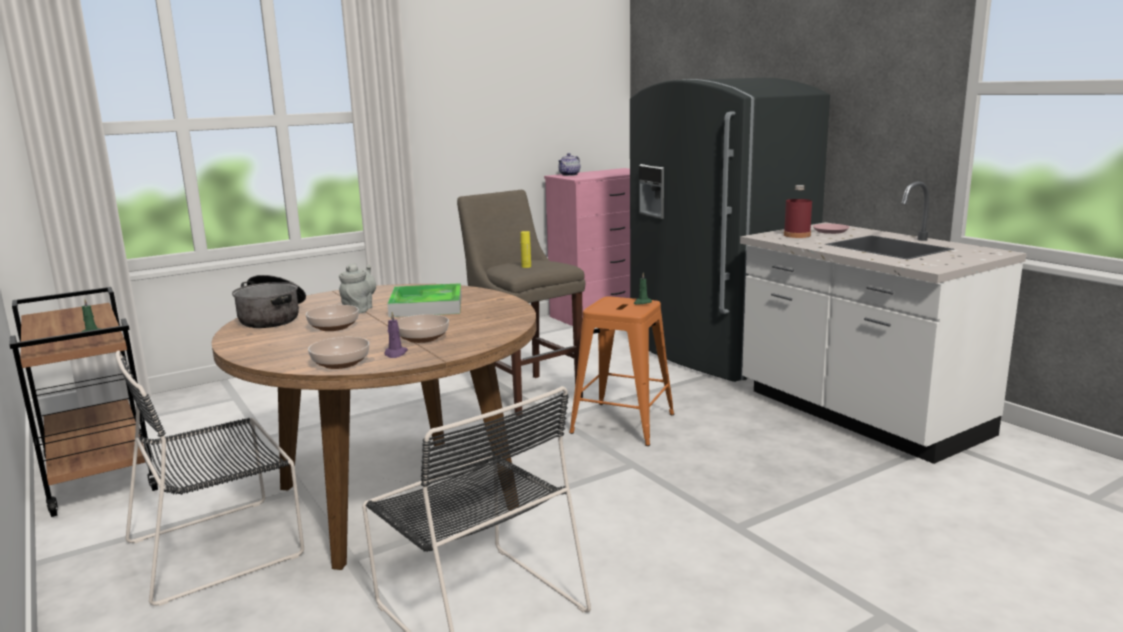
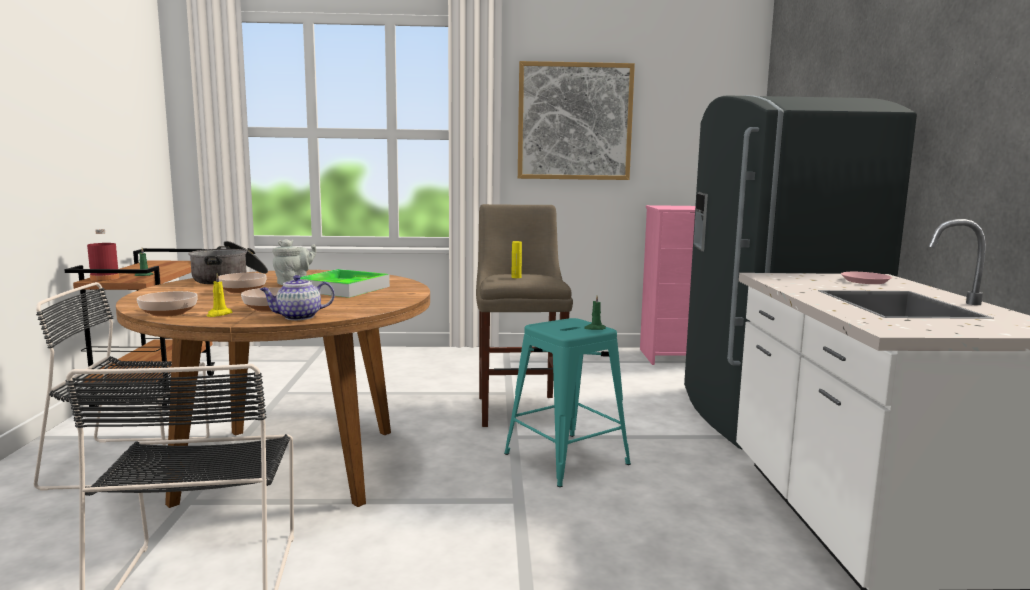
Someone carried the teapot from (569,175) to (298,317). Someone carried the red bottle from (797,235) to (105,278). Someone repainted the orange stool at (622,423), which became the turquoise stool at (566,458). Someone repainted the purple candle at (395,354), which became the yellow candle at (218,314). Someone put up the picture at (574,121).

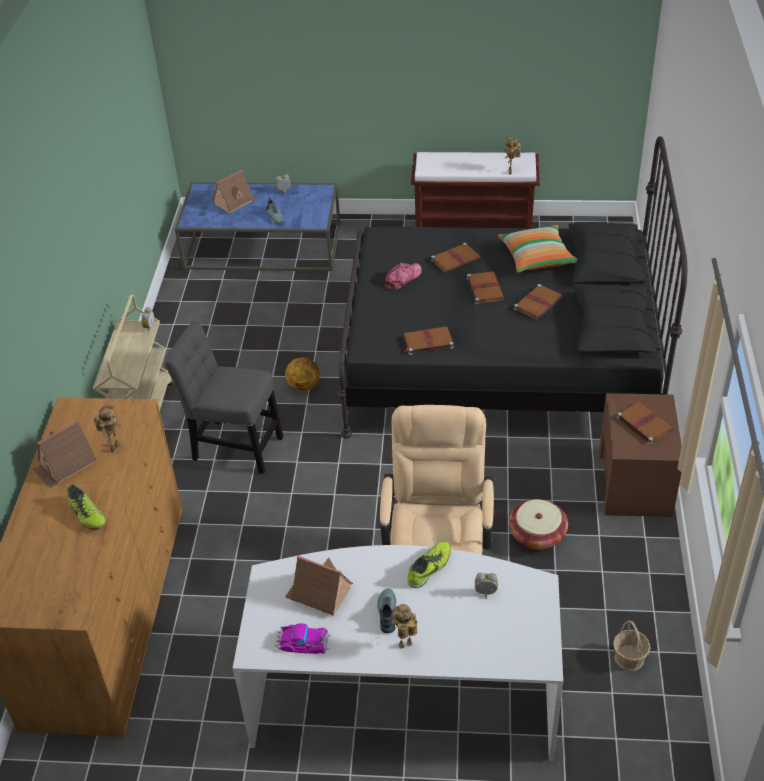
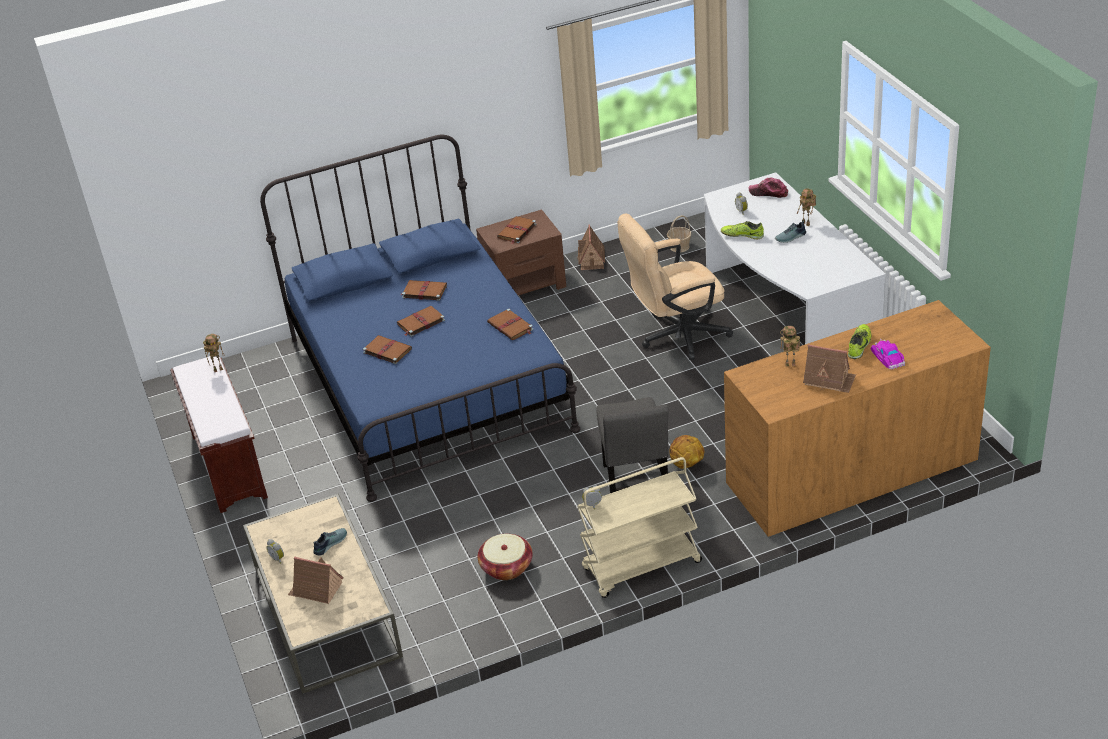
Someone repainted the black bed at (500,362), which became the blue bed at (428,383). Someone repainted the blue coffee table at (263,246), which became the beige coffee table at (325,611). Someone took away the pillow at (537,258). Someone carried the cap from (402,278) to (768,192). Someone carried the basketball from (304,386) to (686,464). Someone carried the basket from (537,535) to (506,567). Someone carried the toy house from (319,593) to (591,259). Someone carried the toy car from (303,641) to (888,357).

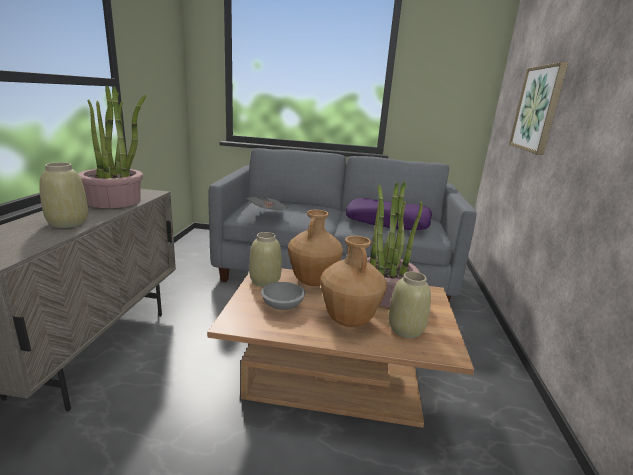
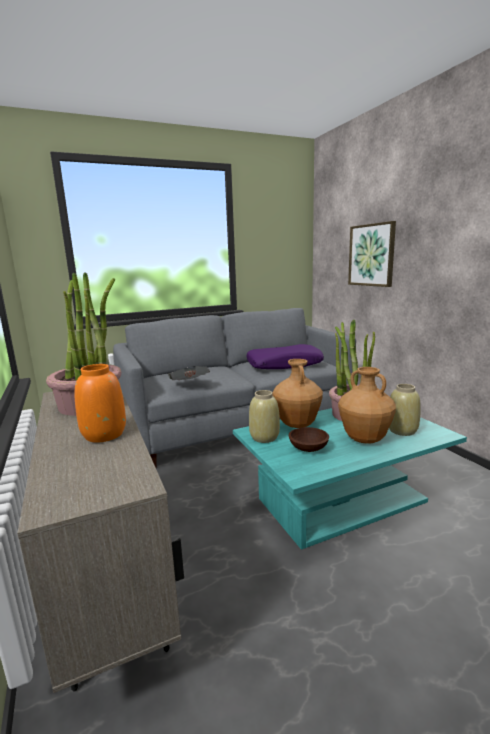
Someone repainted the beige vase at (68,223), which became the orange vase at (104,434). Someone repainted the brown coffee table at (334,378), which became the turquoise coffee table at (342,500). Someone repainted the grey bowl at (282,305), which became the brown bowl at (308,448).

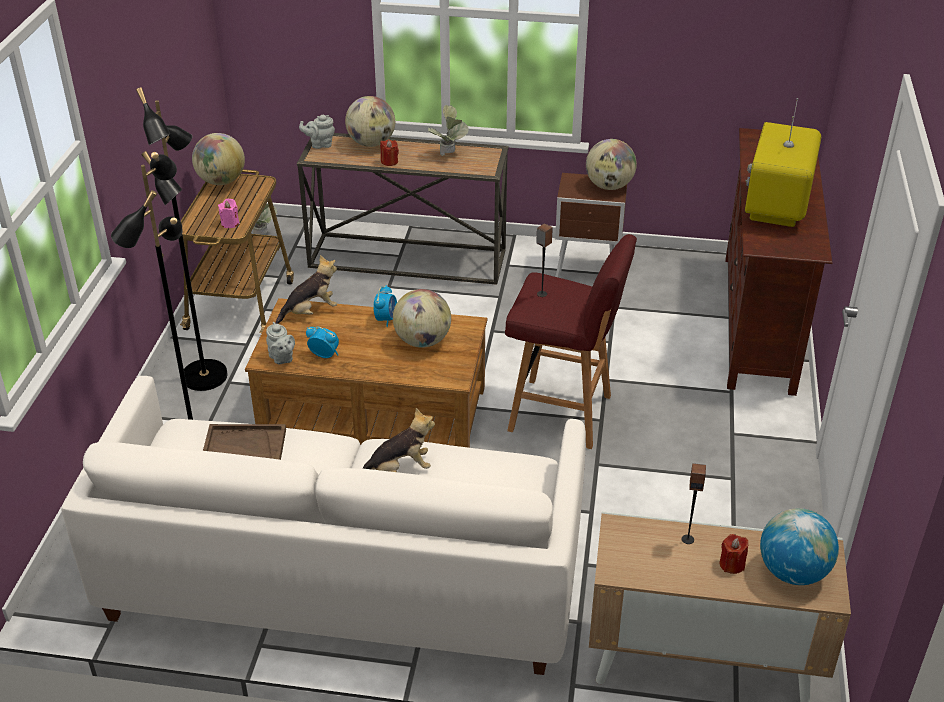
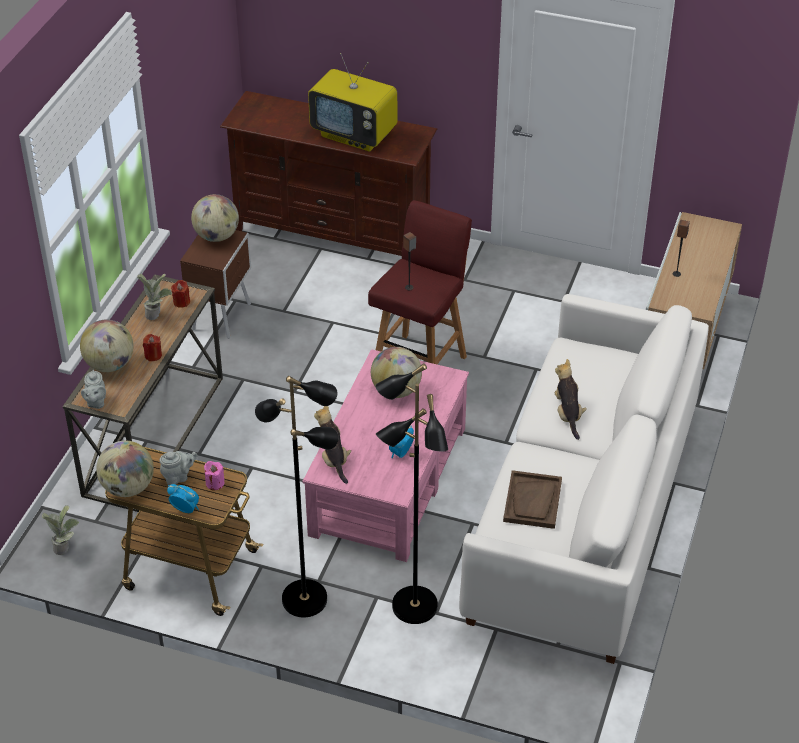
Someone carried the alarm clock from (386,319) to (185,509). Someone repainted the brown coffee table at (373,411), which became the pink coffee table at (387,481). Someone carried the grey teapot from (282,358) to (178,477). Someone took away the globe at (792,572). Someone carried the red candle from (732,564) to (181,302).

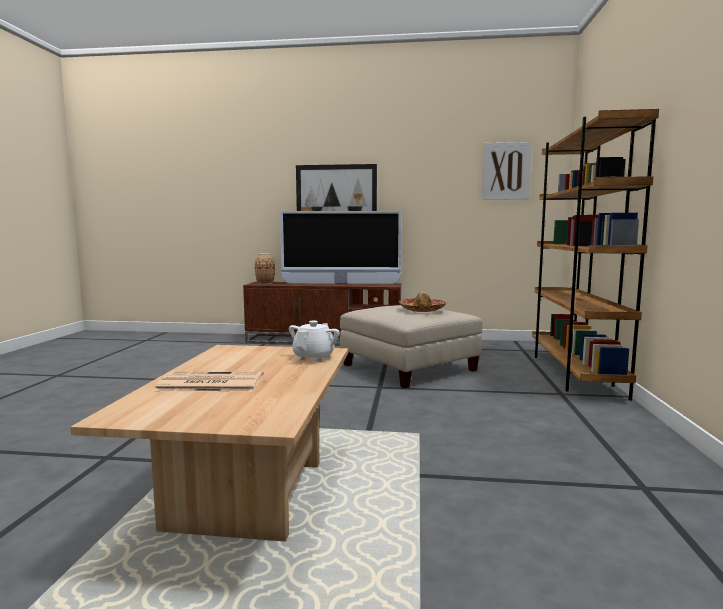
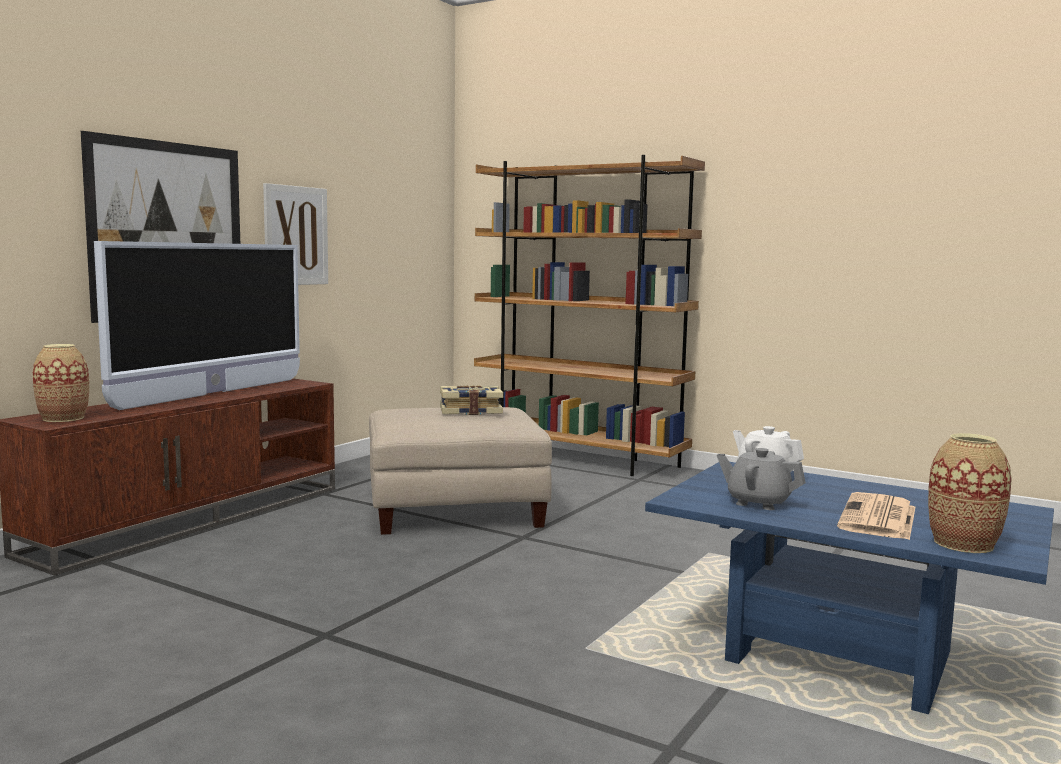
Someone carried the picture from (506,171) to (295,235). Someone swapped the hat at (422,310) for the book at (470,411). Someone repainted the beige coffee table at (248,494), which became the blue coffee table at (839,657). Someone put down the vase at (963,544). Someone put down the grey teapot at (758,502).

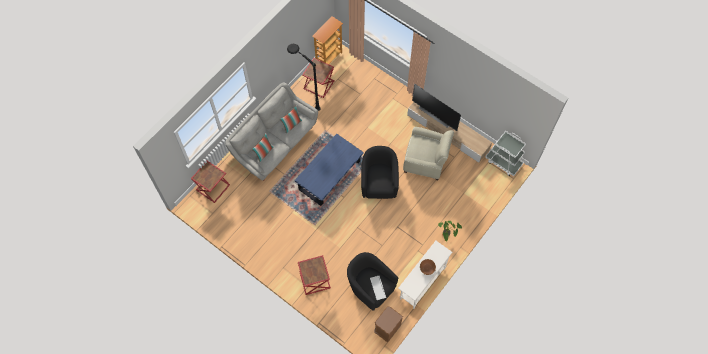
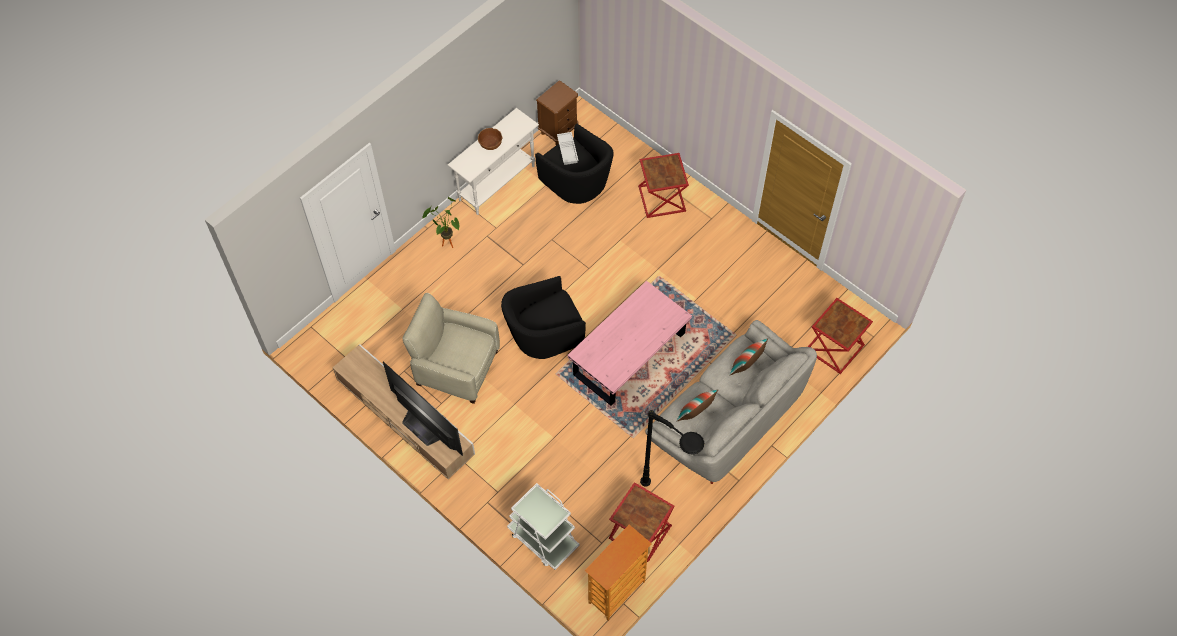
Someone carried the white cart from (503,162) to (543,539). Someone repainted the blue coffee table at (330,175), which became the pink coffee table at (629,354). Someone rotated the black armchair at (379,183) by 60 degrees clockwise.

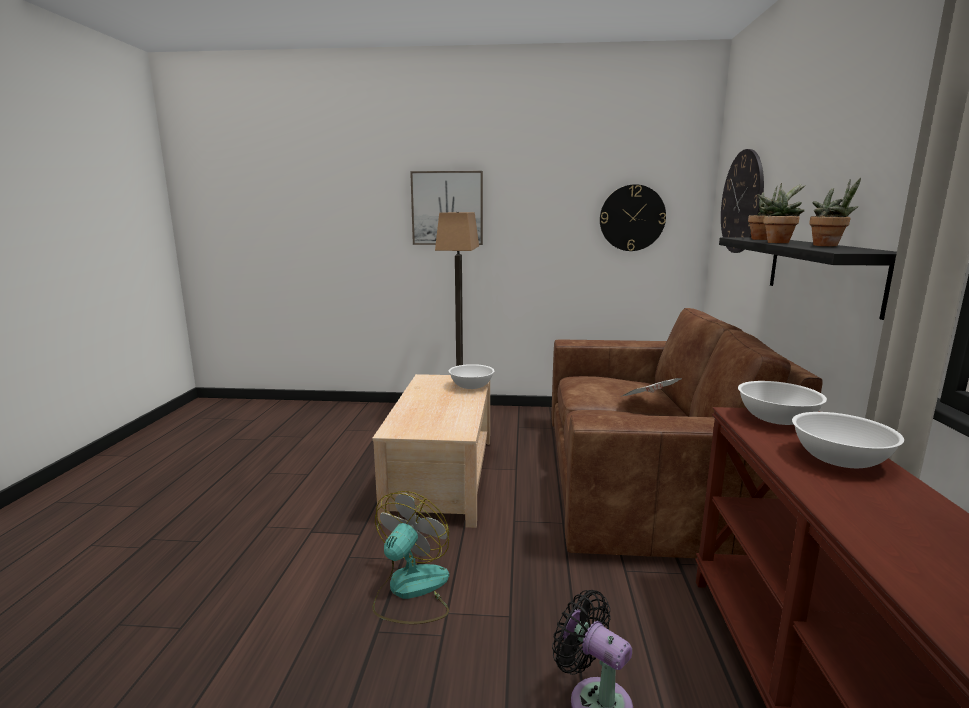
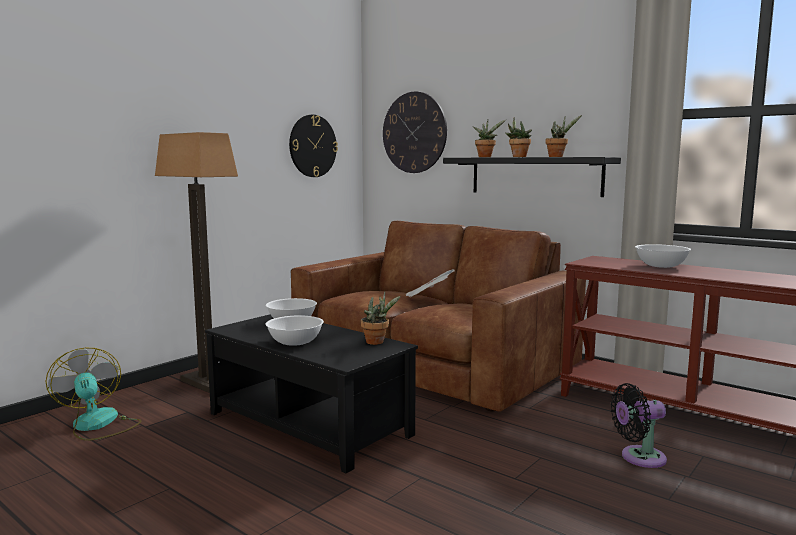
Someone took away the picture at (447,208). Someone repainted the beige coffee table at (443,477), which became the black coffee table at (310,423). Someone carried the white bowl from (776,419) to (295,342). Someone carried the fan from (410,591) to (98,425). Someone put down the potted plant at (377,342).

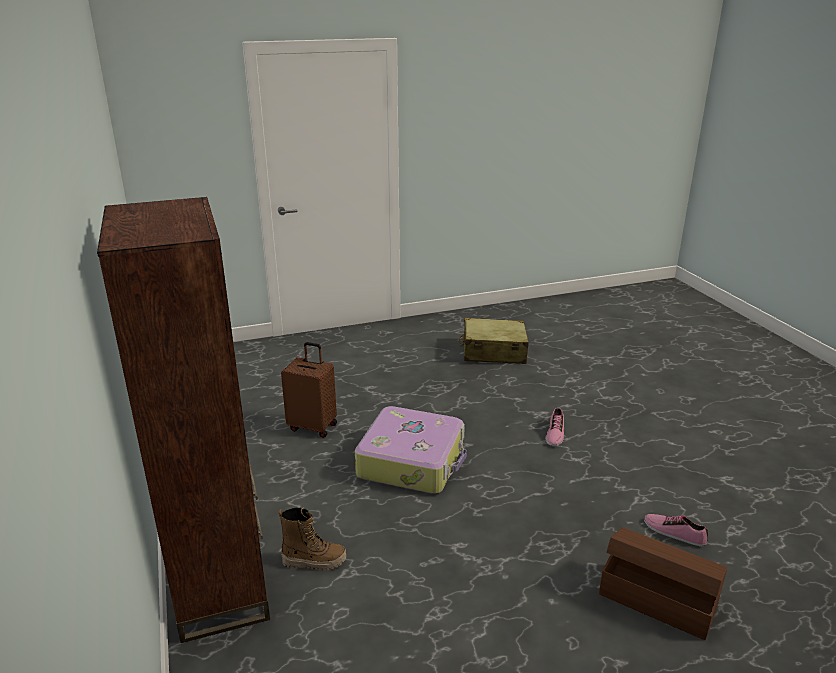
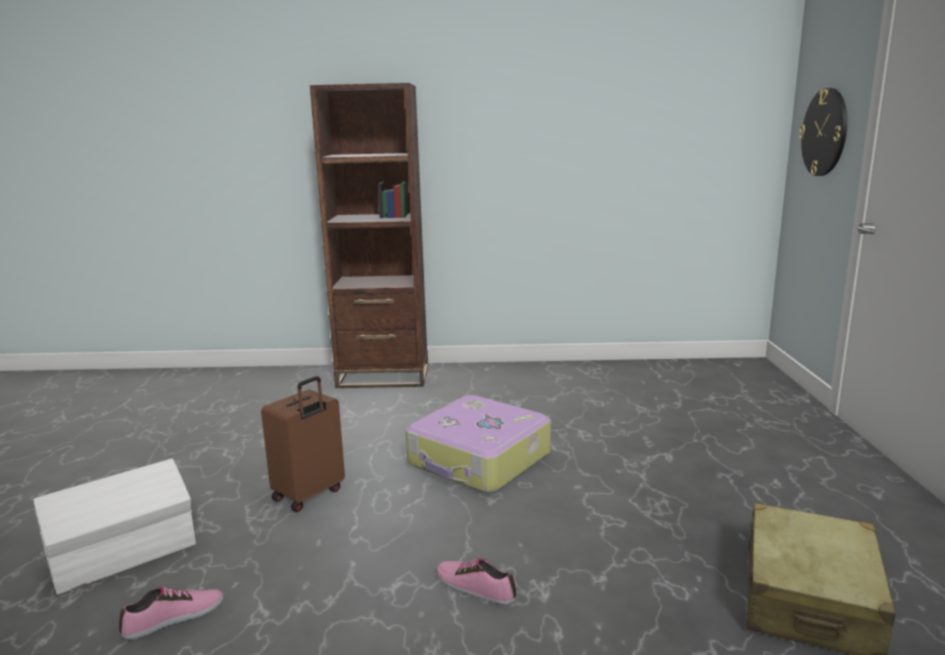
Someone carried the brown suitcase from (313,426) to (309,495). Someone took away the boot at (314,561). Someone repainted the brown storage box at (656,599), which became the white storage box at (125,555). Someone put up the wall clock at (824,132).

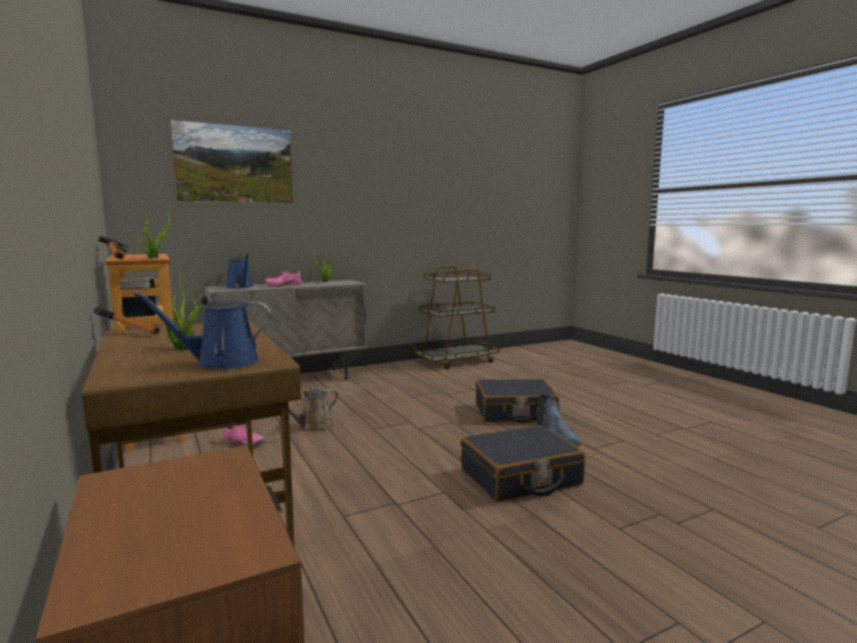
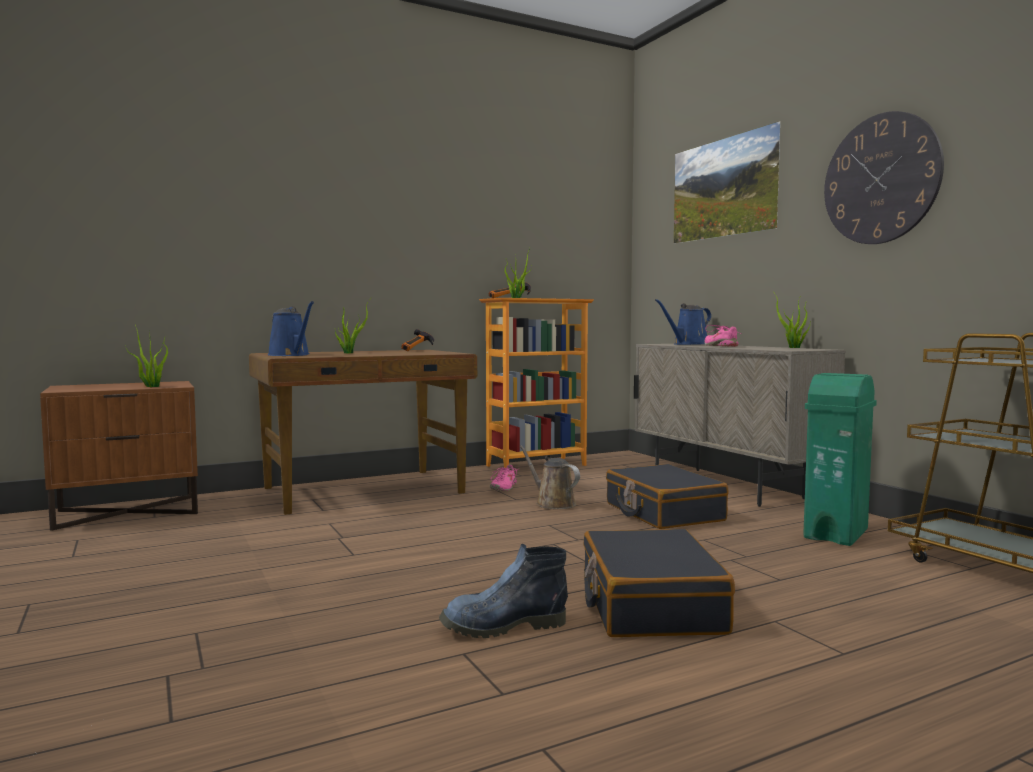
Someone rotated the blue watering can at (221,363) by 150 degrees clockwise. Someone carried the black suitcase from (520,477) to (663,512). Someone put up the wall clock at (880,179). Someone put down the potted plant at (151,386). Someone put down the green trash can at (836,533).

